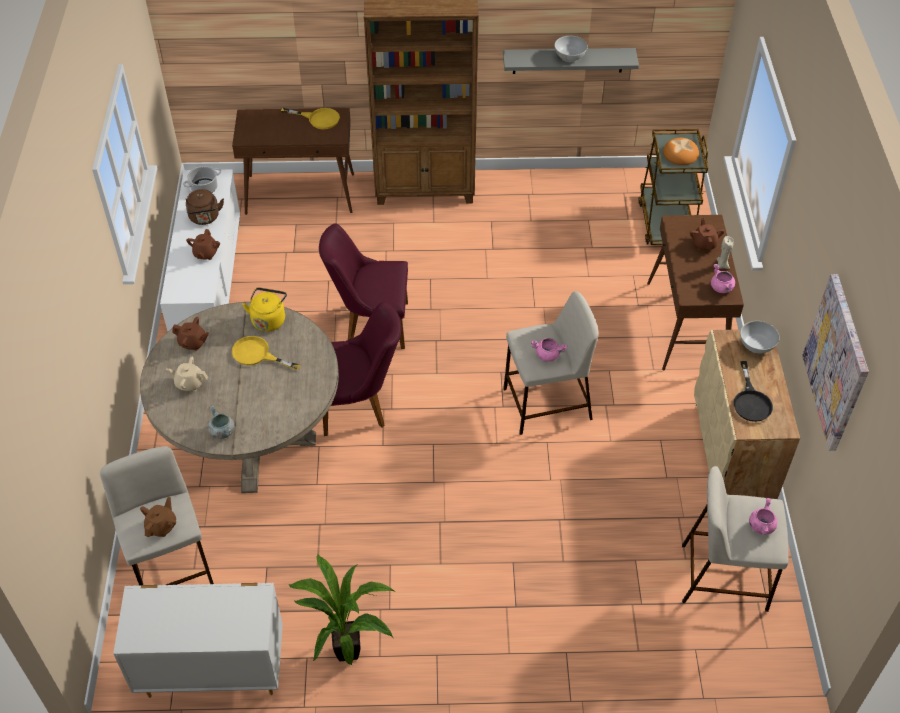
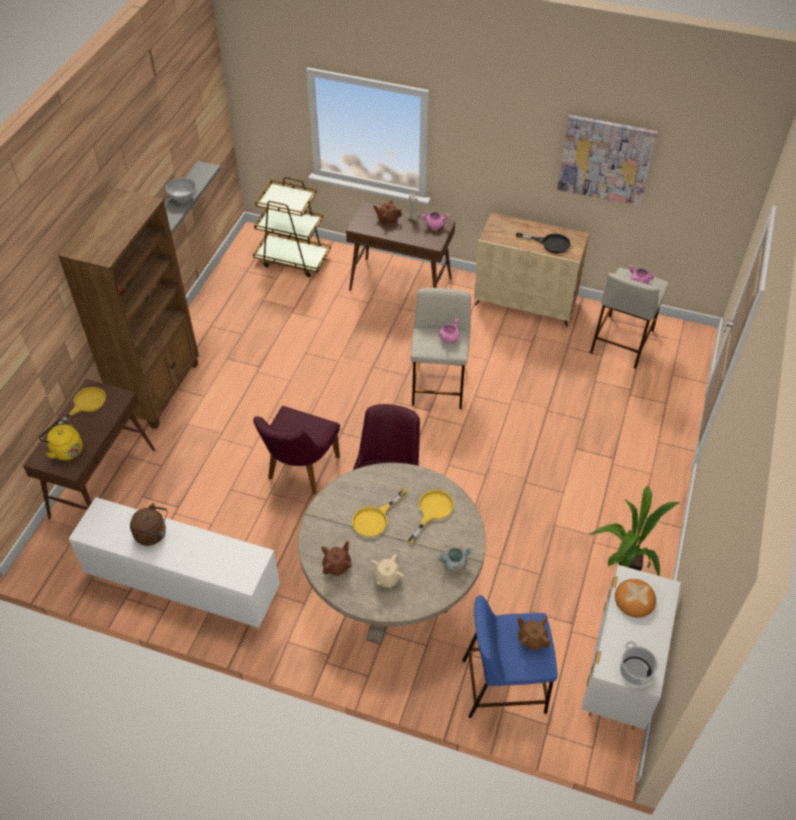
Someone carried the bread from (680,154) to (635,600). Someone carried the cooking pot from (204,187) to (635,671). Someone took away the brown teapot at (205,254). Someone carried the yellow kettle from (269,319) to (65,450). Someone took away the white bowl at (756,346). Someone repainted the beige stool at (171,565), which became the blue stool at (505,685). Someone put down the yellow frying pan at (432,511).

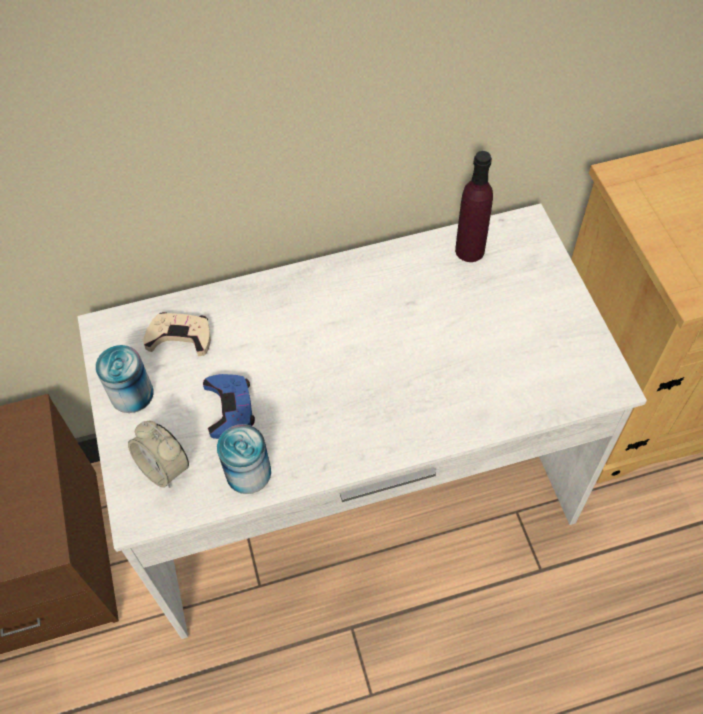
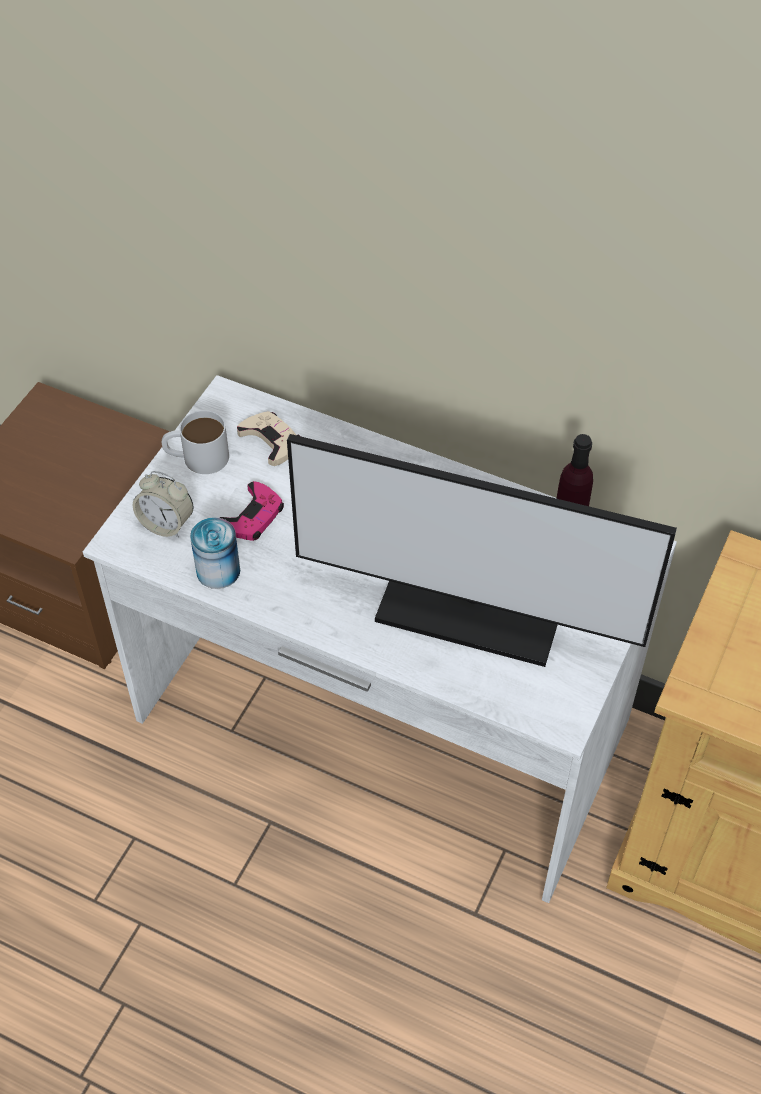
Someone swapped the can at (132,394) for the white mug at (197,457). Someone repainted the blue game controller at (230,408), which became the pink game controller at (253,517). Someone rotated the alarm clock at (164,468) by 60 degrees counterclockwise. Someone put down the monitor at (470,612).

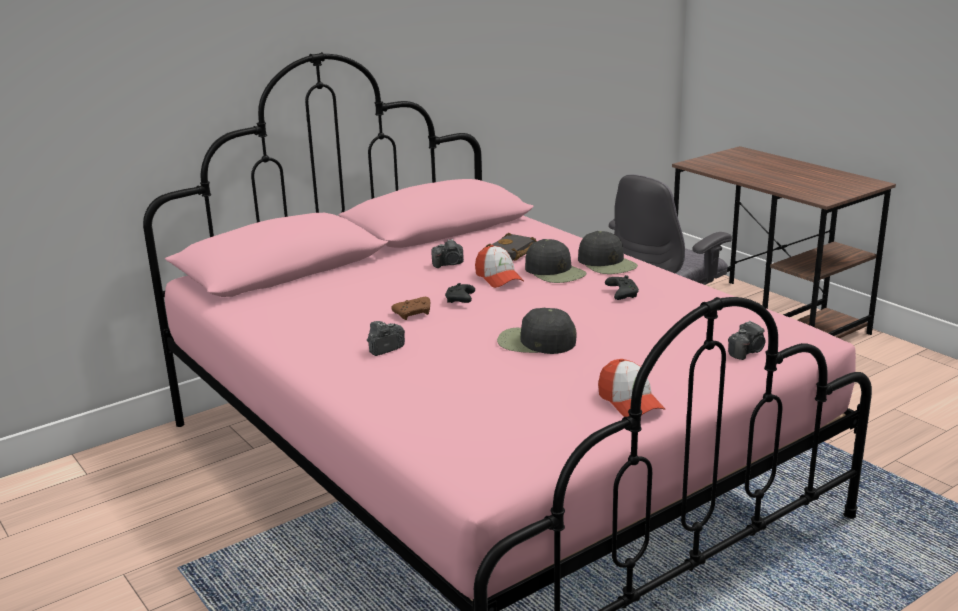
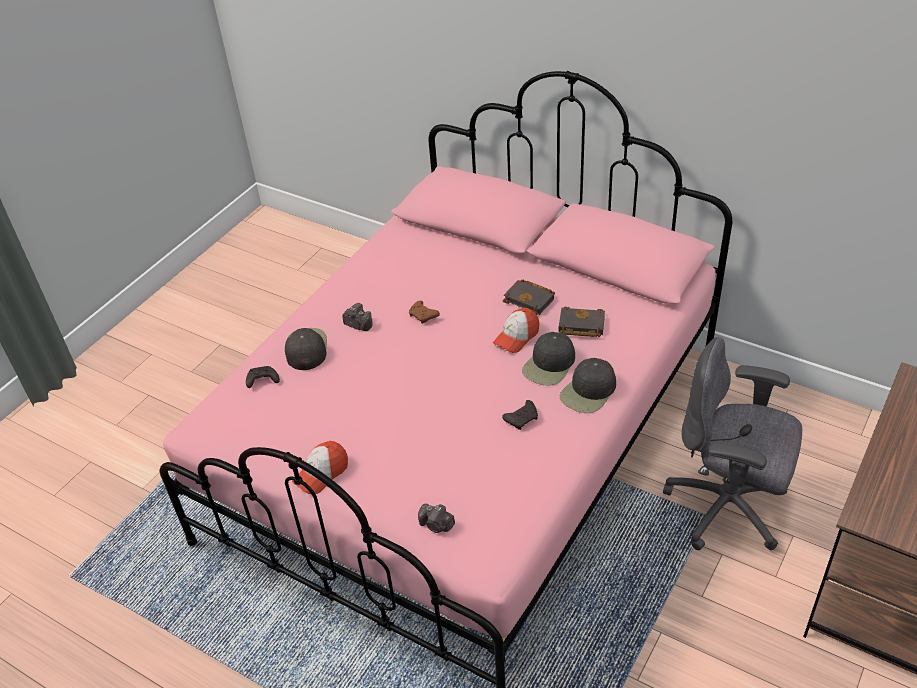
Someone swapped the photo camera at (449,264) for the black book at (531,300). Someone carried the black game controller from (460,300) to (262,381). Someone carried the black cap from (535,342) to (306,349).

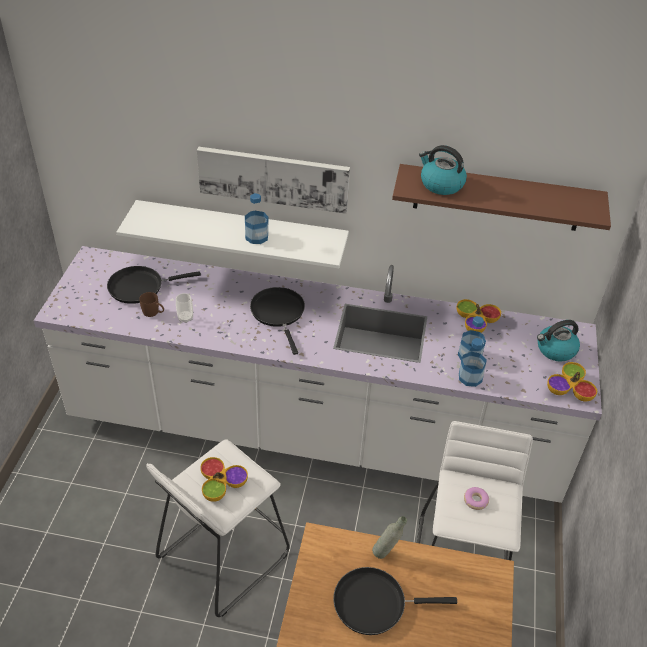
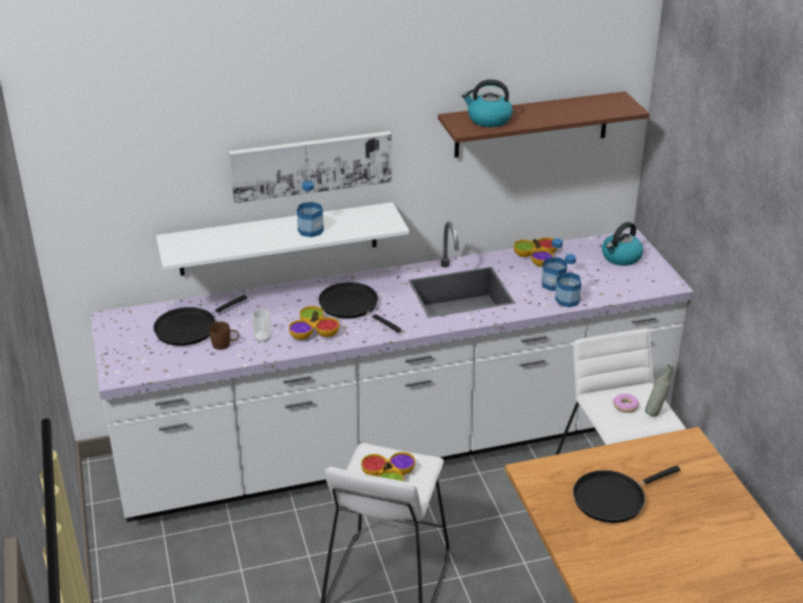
Someone carried the bowl from (570,388) to (313,331). Someone carried the grey bottle from (386,552) to (655,412).

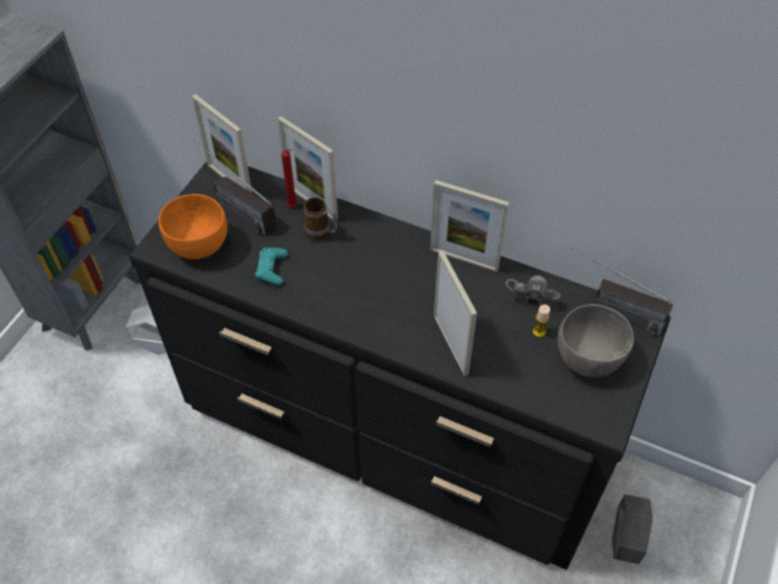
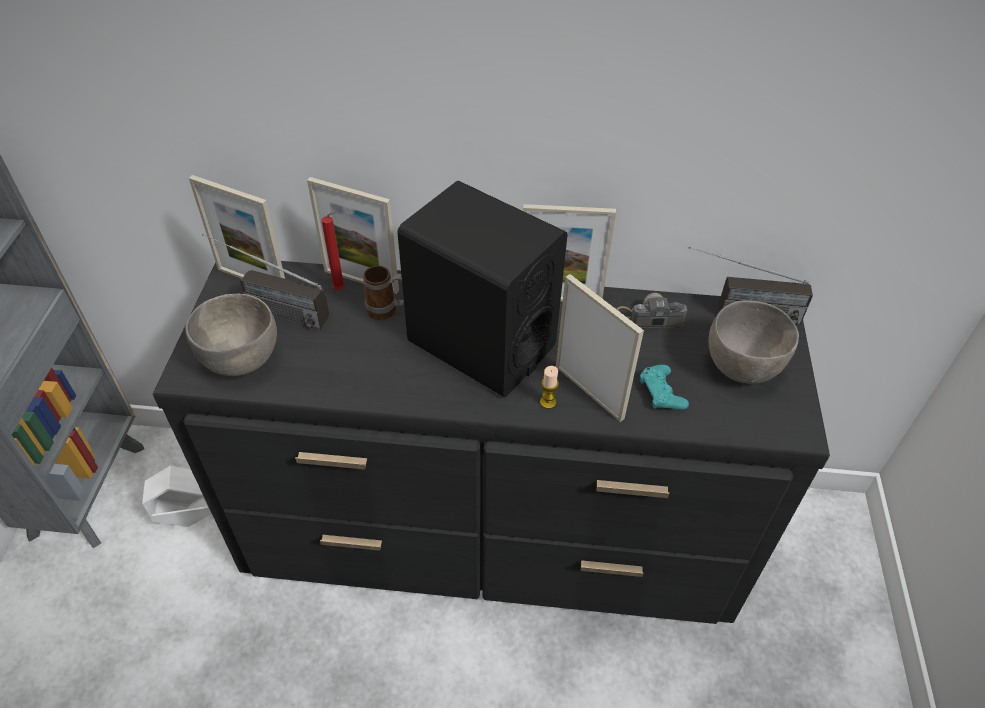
Someone repainted the orange bowl at (199,246), which became the grey bowl at (242,360). Someone carried the turquoise game controller from (272,269) to (661,392). Someone carried the candle from (539,331) to (548,402). Someone took away the grey planter at (624,541). Someone put down the black speaker at (480,343).

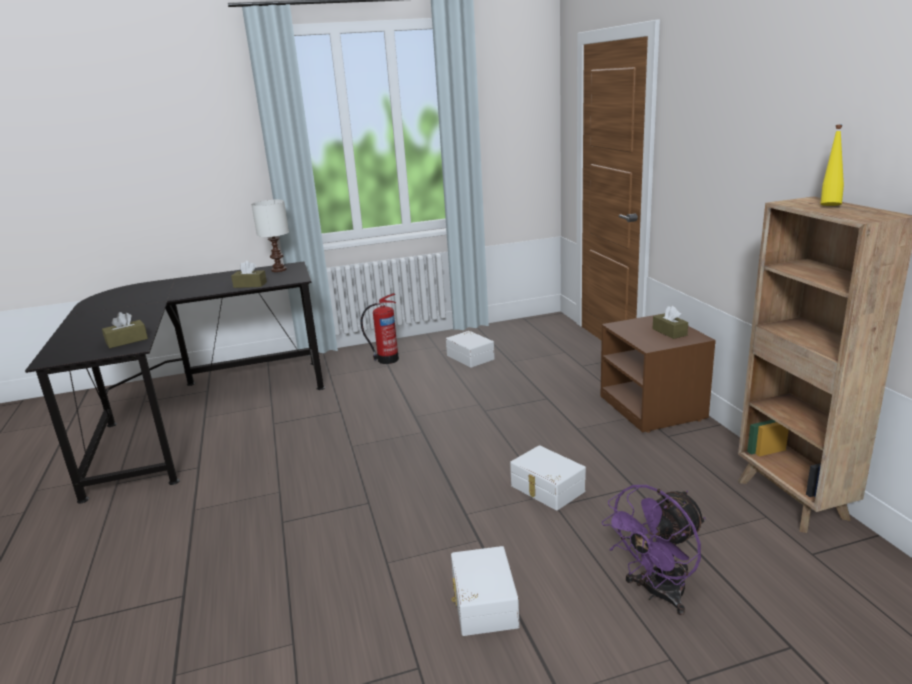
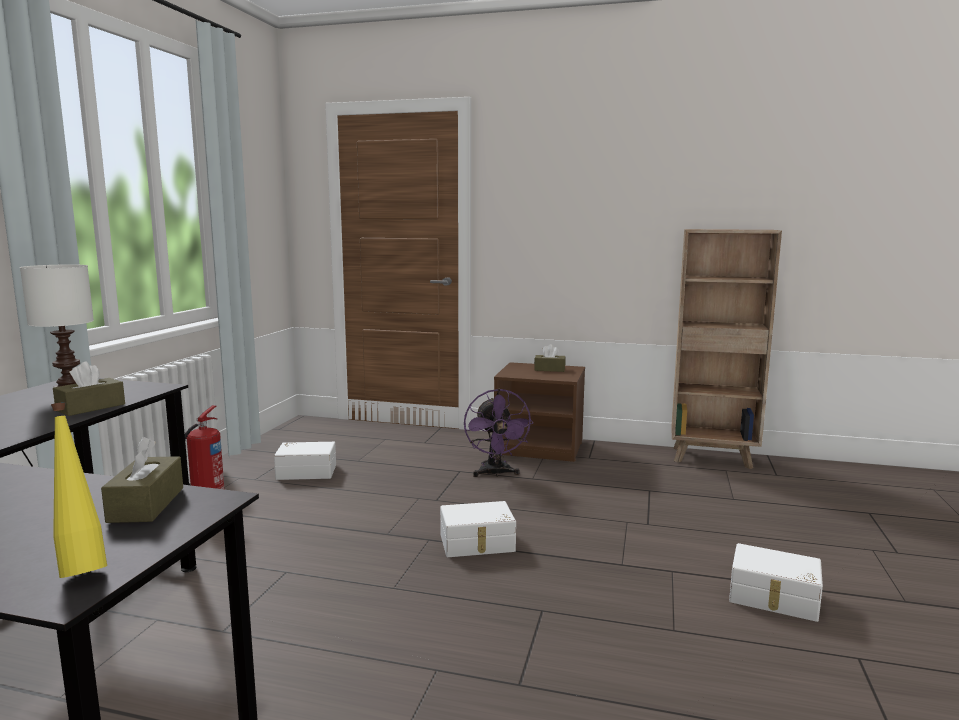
Someone carried the yellow bottle from (829,205) to (81,568). Someone carried the white storage box from (546,489) to (477,543). Someone carried the purple fan from (656,593) to (495,473).

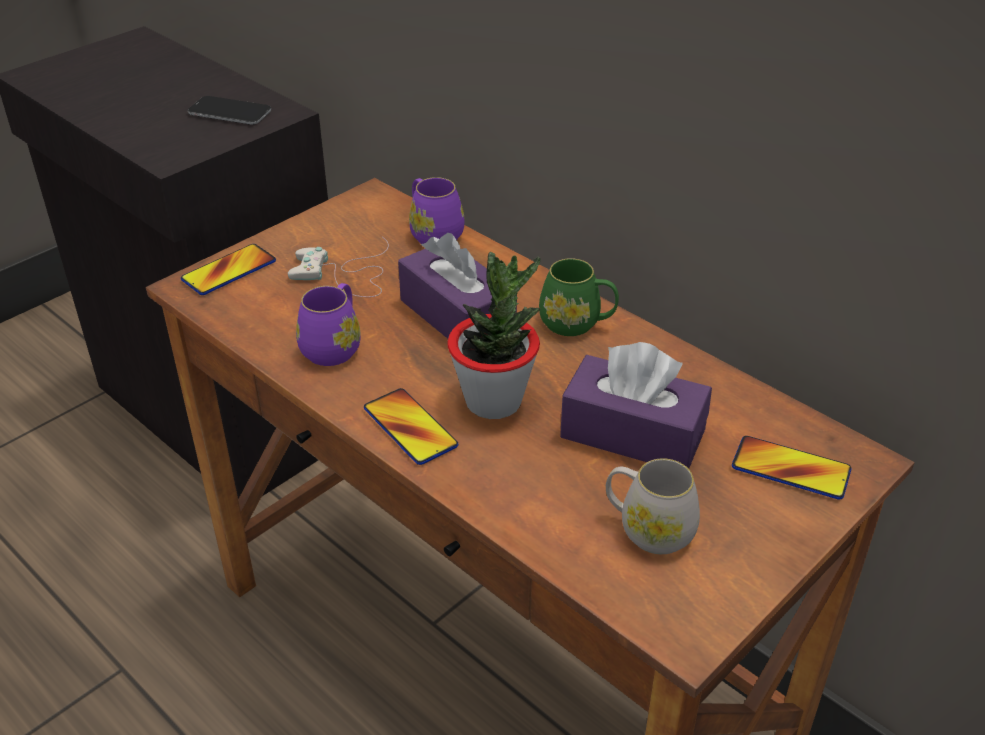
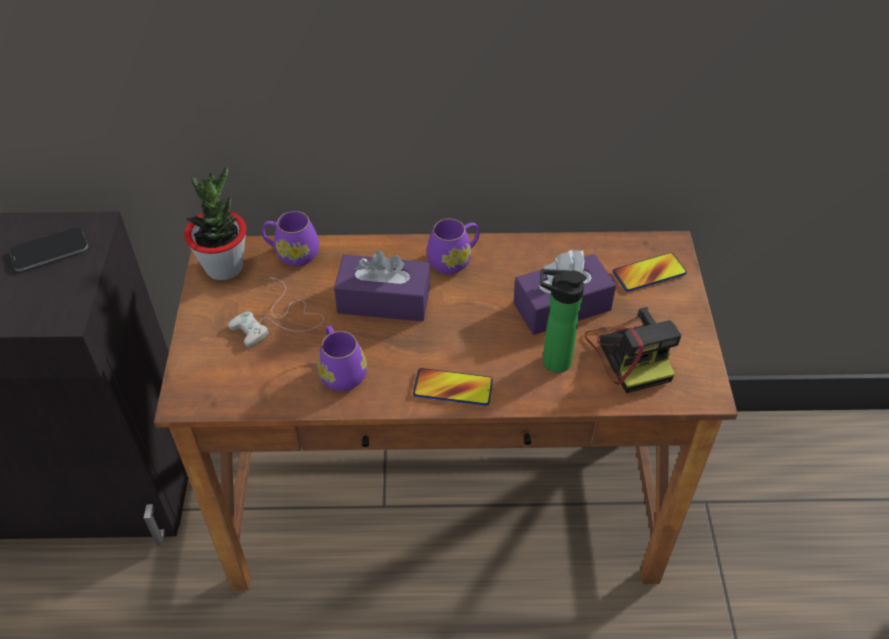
Someone took away the phone at (229,271). Someone carried the potted plant from (494,401) to (224,267). Someone repainted the green mug at (577,323), which became the purple mug at (454,260). Someone swapped the white mug at (648,529) for the photo camera at (630,353). Someone put down the bottle at (551,361).

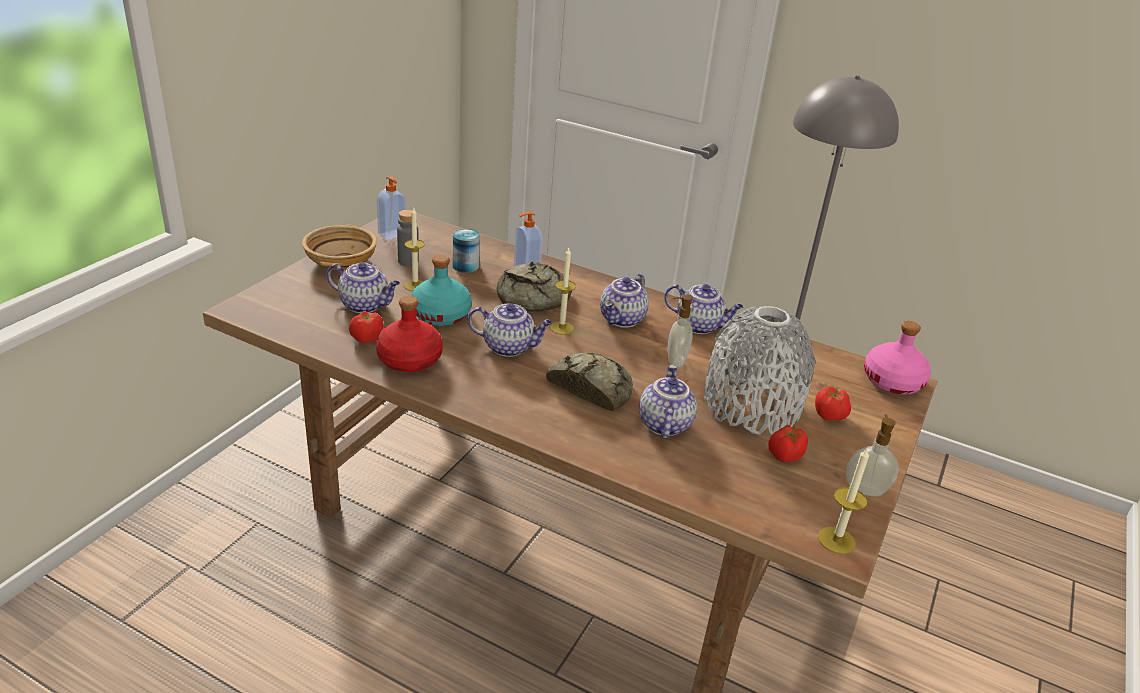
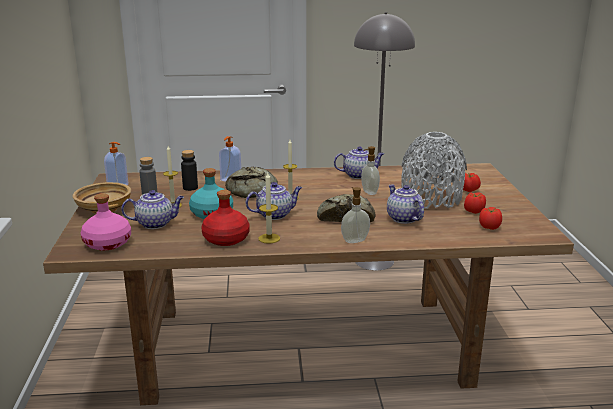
Someone swapped the can at (465,266) for the black bottle at (190,188). Someone took away the teapot at (623,320). Someone carried the tomato from (366,338) to (489,227). Someone carried the pink bottle from (893,382) to (108,243). Someone carried the soap dispenser from (865,489) to (354,240). Someone carried the candle from (836,540) to (269,238).

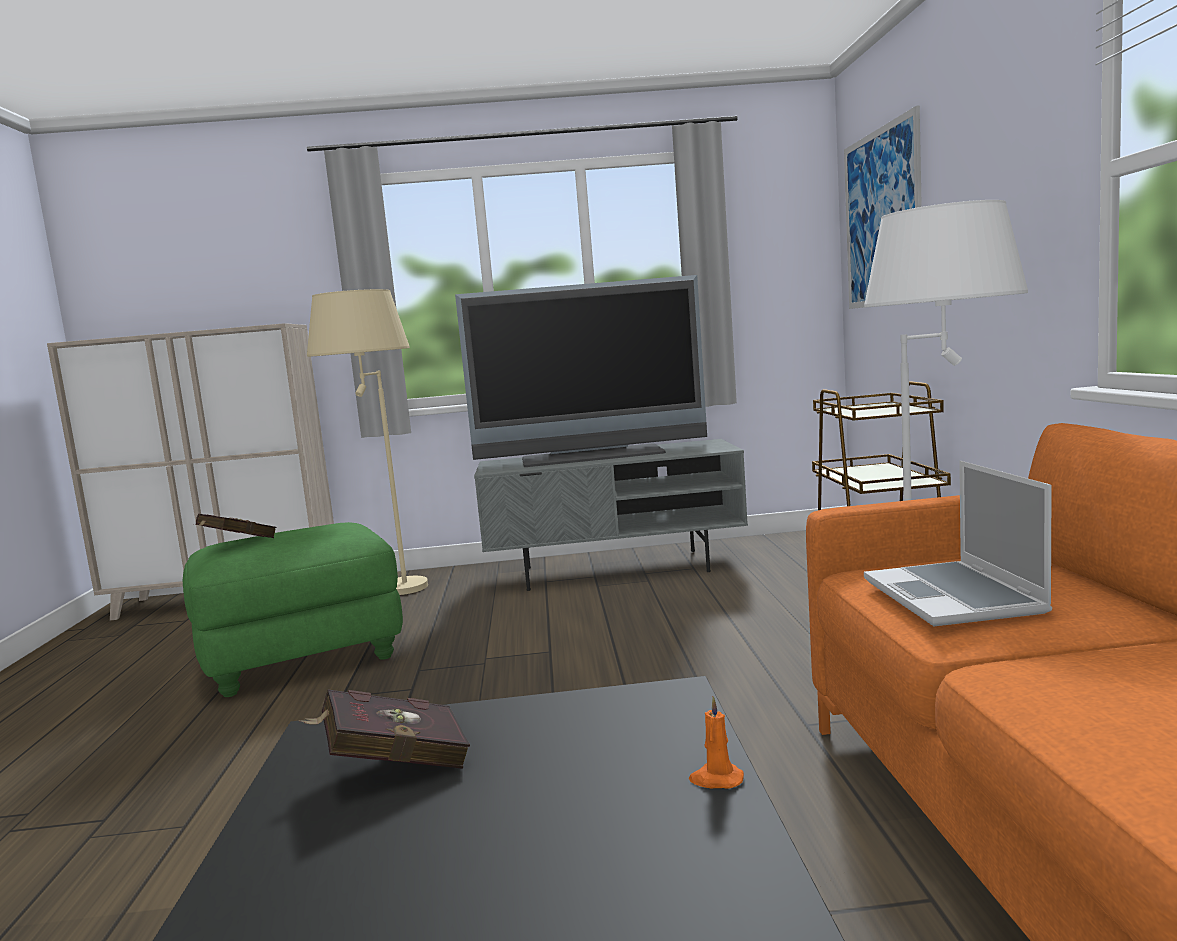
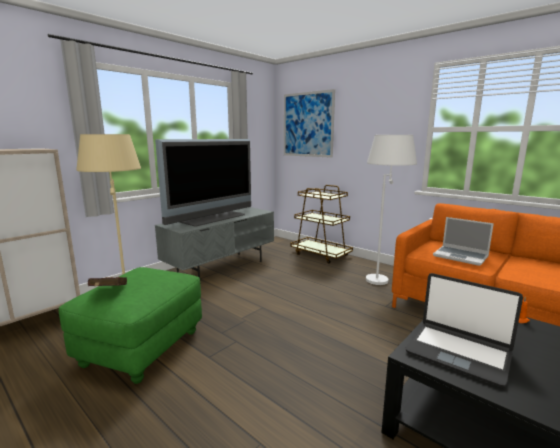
Someone swapped the red book at (391,764) for the laptop at (458,352).

